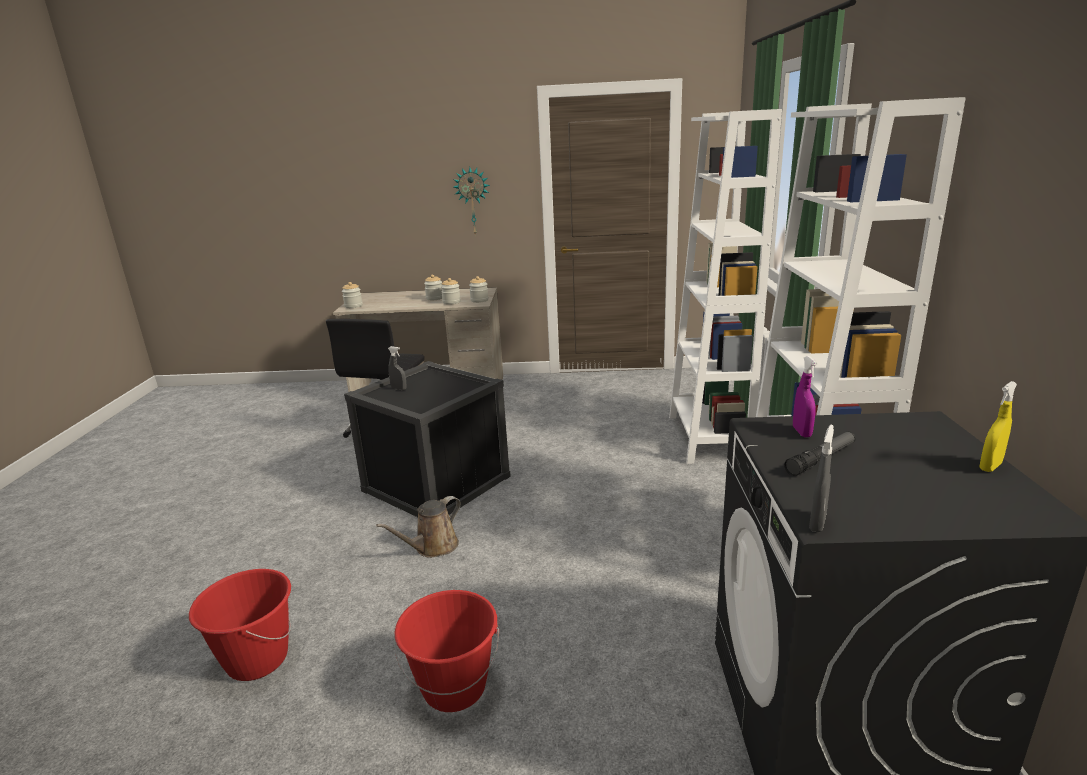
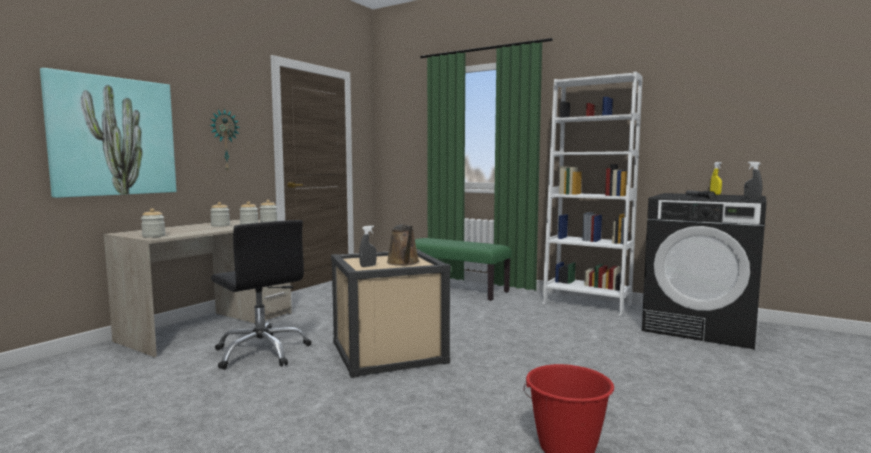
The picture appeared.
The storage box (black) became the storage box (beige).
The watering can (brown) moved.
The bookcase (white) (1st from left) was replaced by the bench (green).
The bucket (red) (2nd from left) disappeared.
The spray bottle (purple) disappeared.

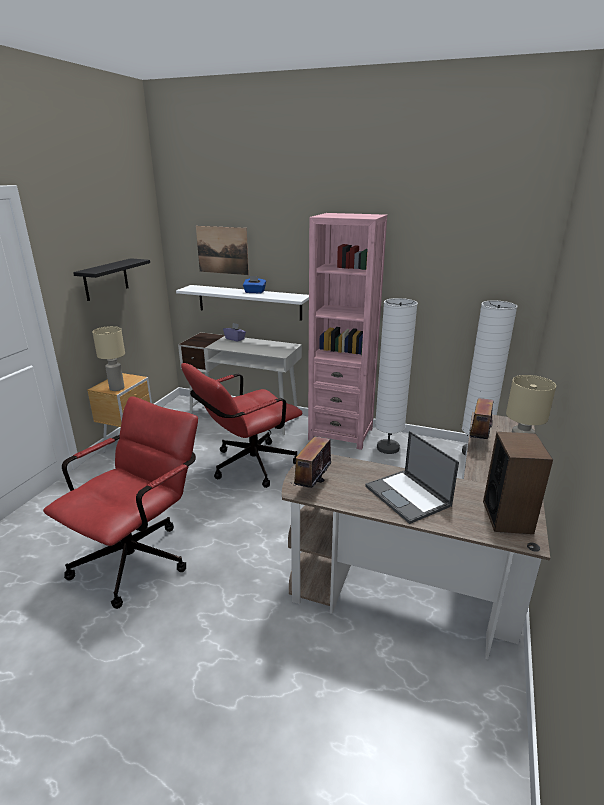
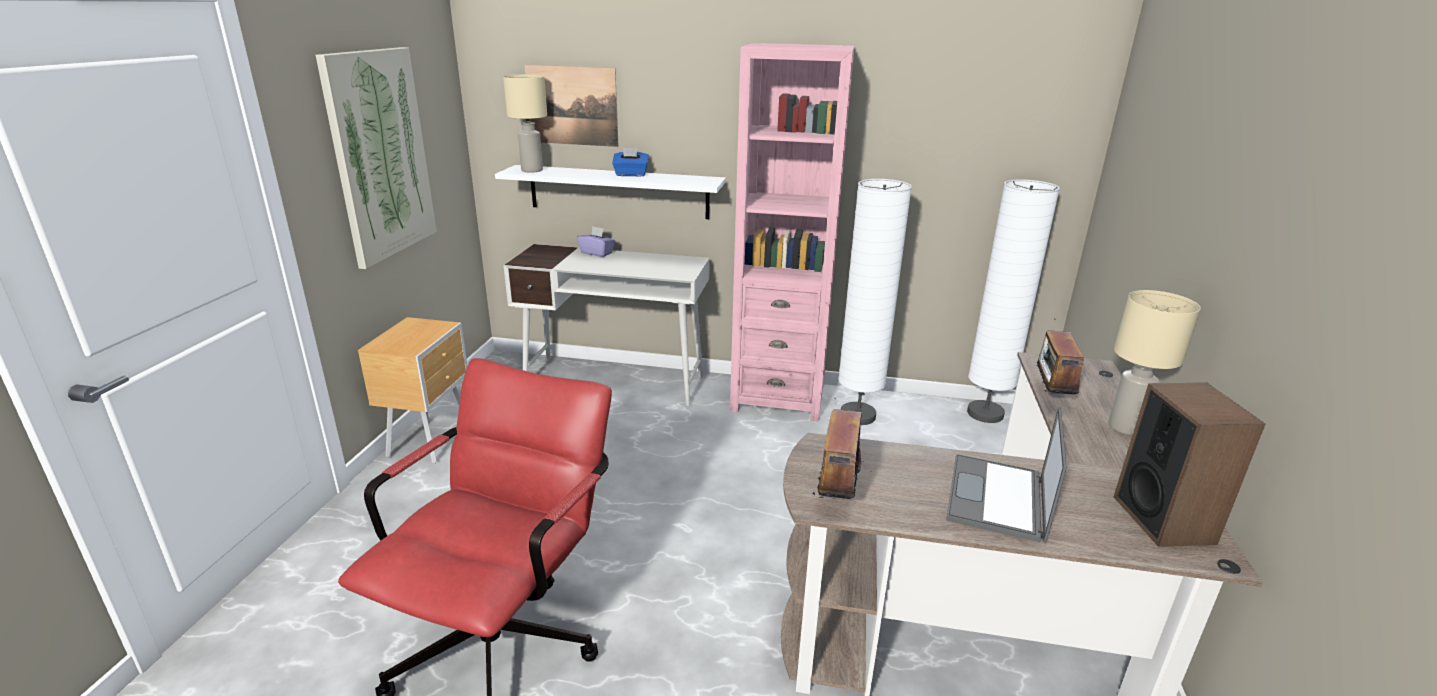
The shelf (black) was replaced by the picture (1st from left).
The table lamp (beige) (1st from left) moved.
The laptop turned 60 degrees clockwise.
The office chair (red) (2nd from left) disappeared.

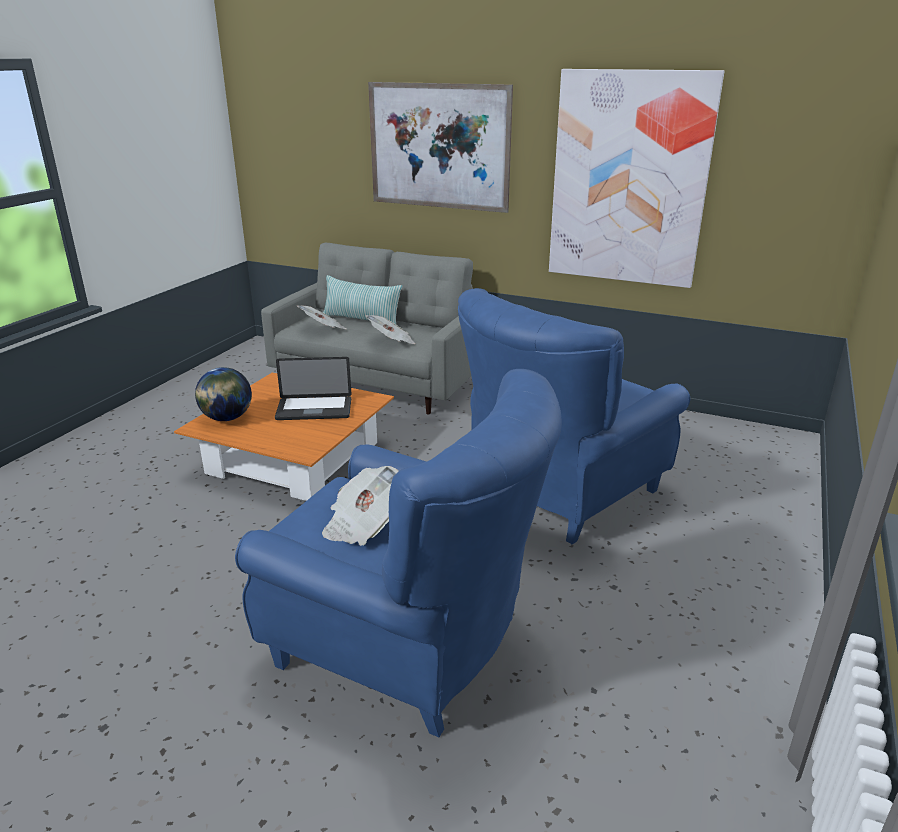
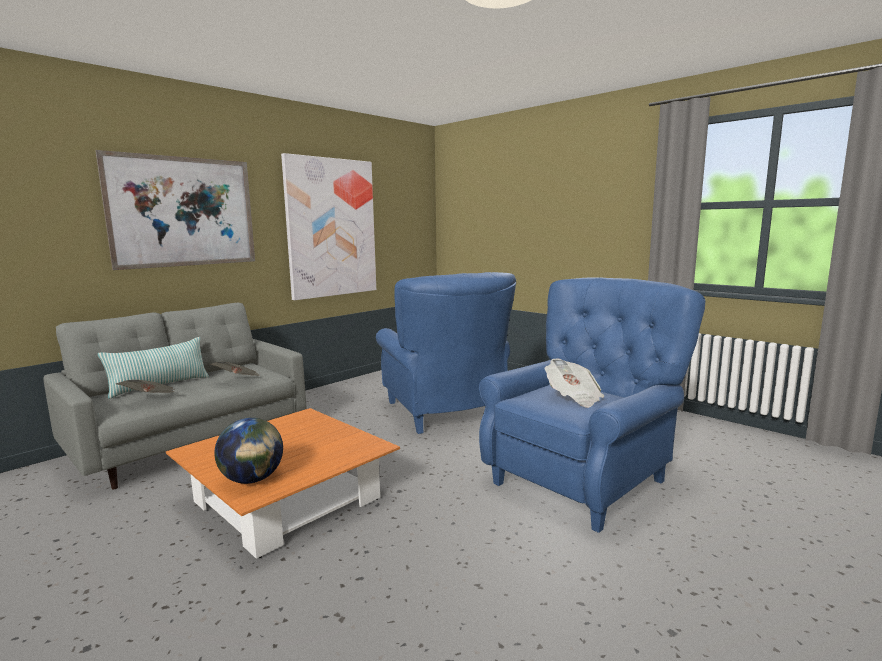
The laptop disappeared.

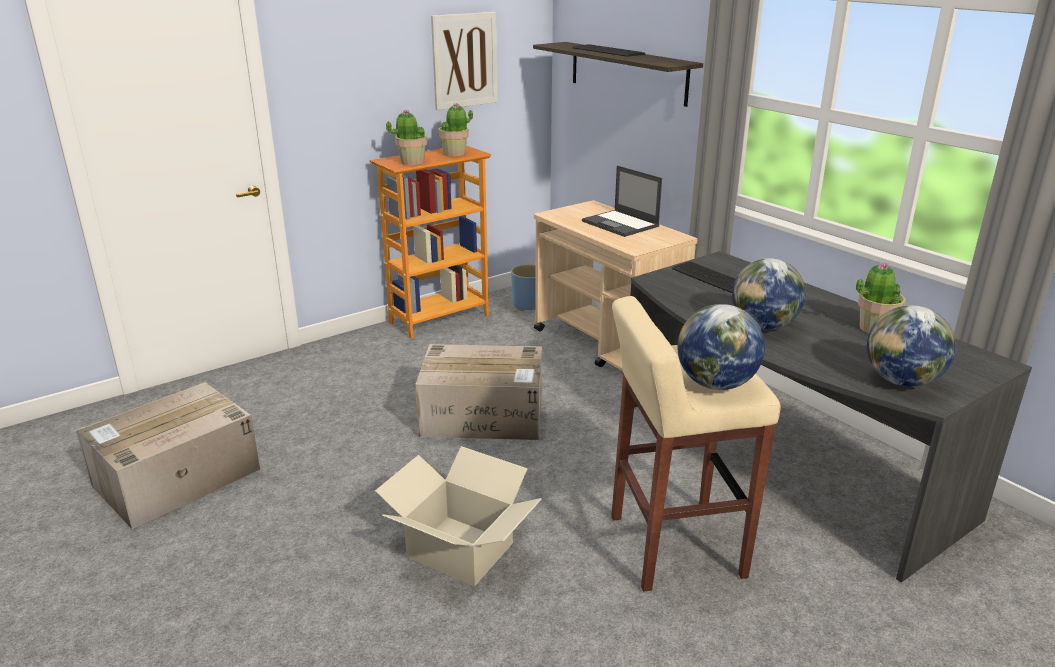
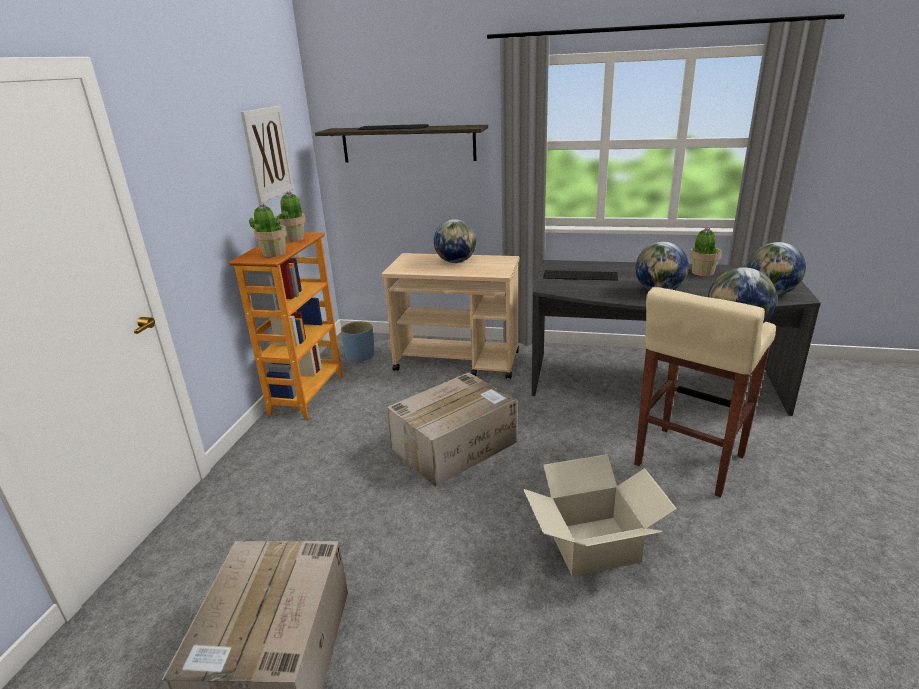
The laptop was replaced by the globe (1st from left).

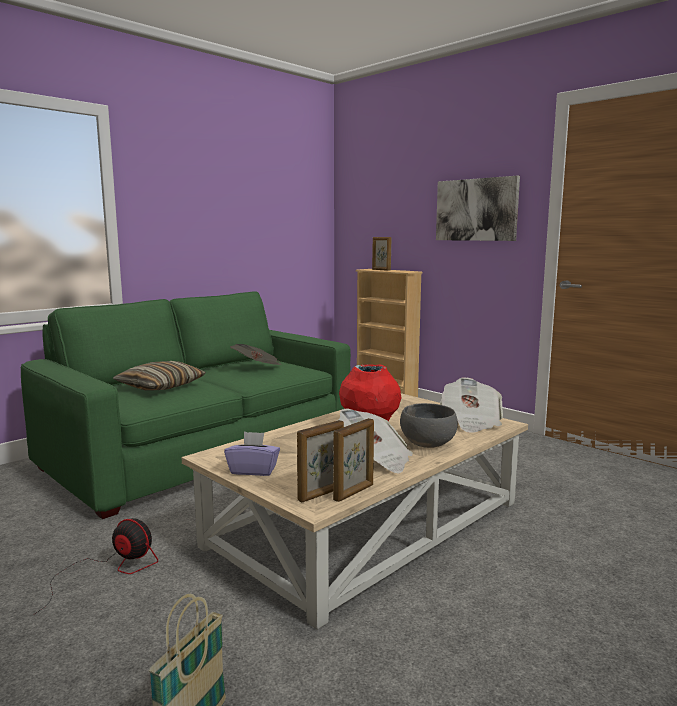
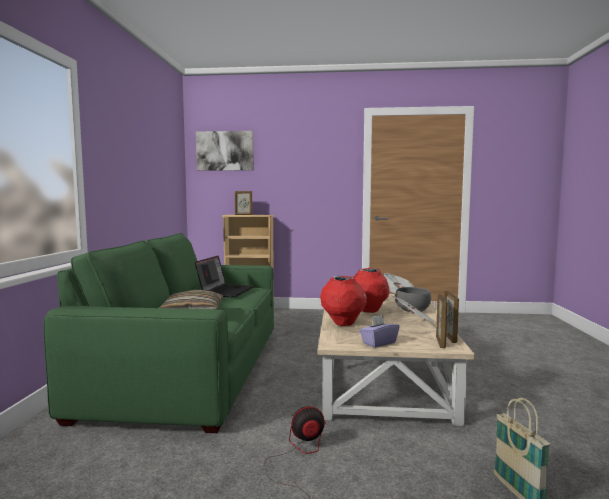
The newspaper (1st from left) was replaced by the laptop.
The picture moved.
The vase (red) (1st from left) appeared.

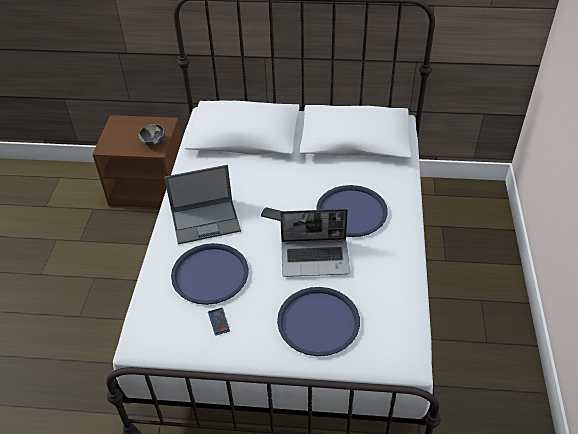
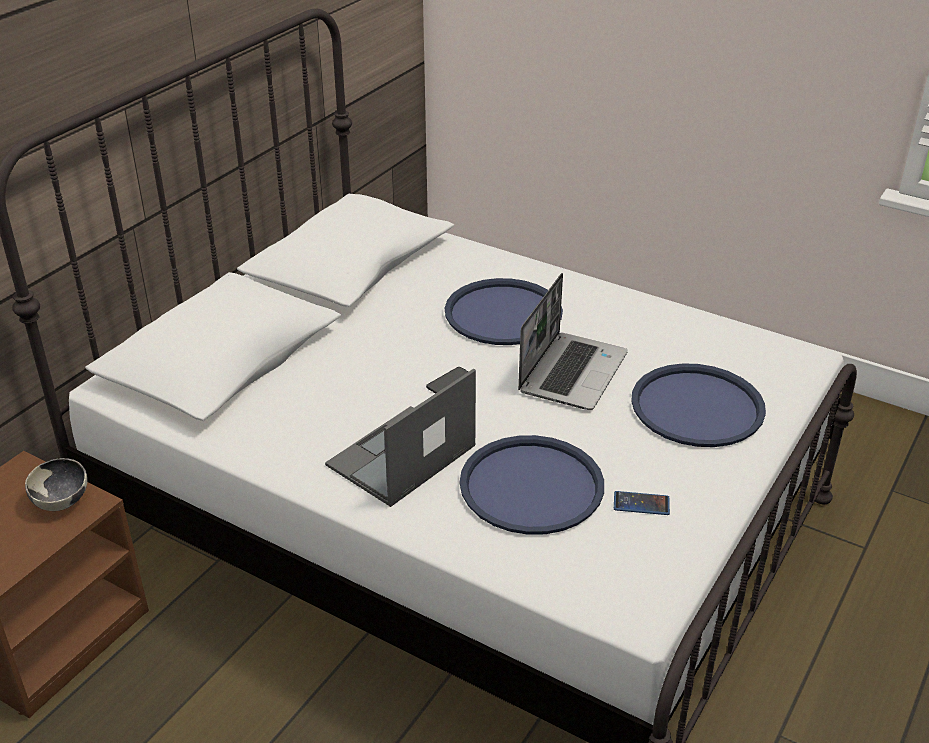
The laptop (1st from left) turned 150 degrees counterclockwise.

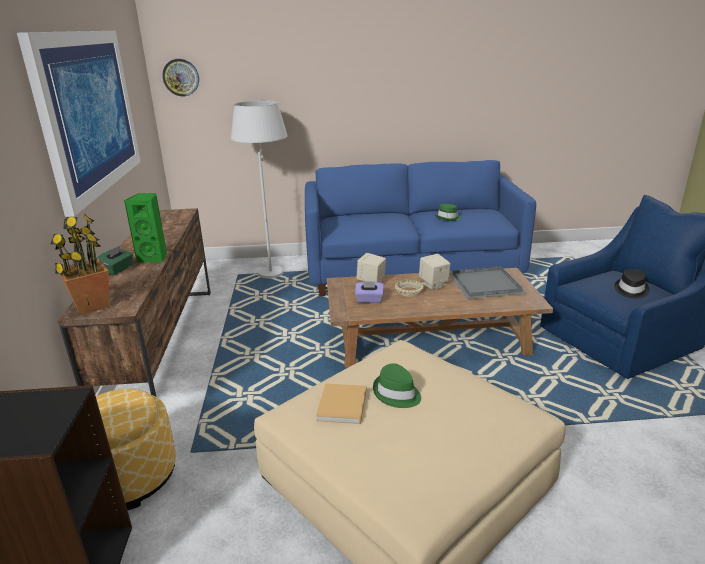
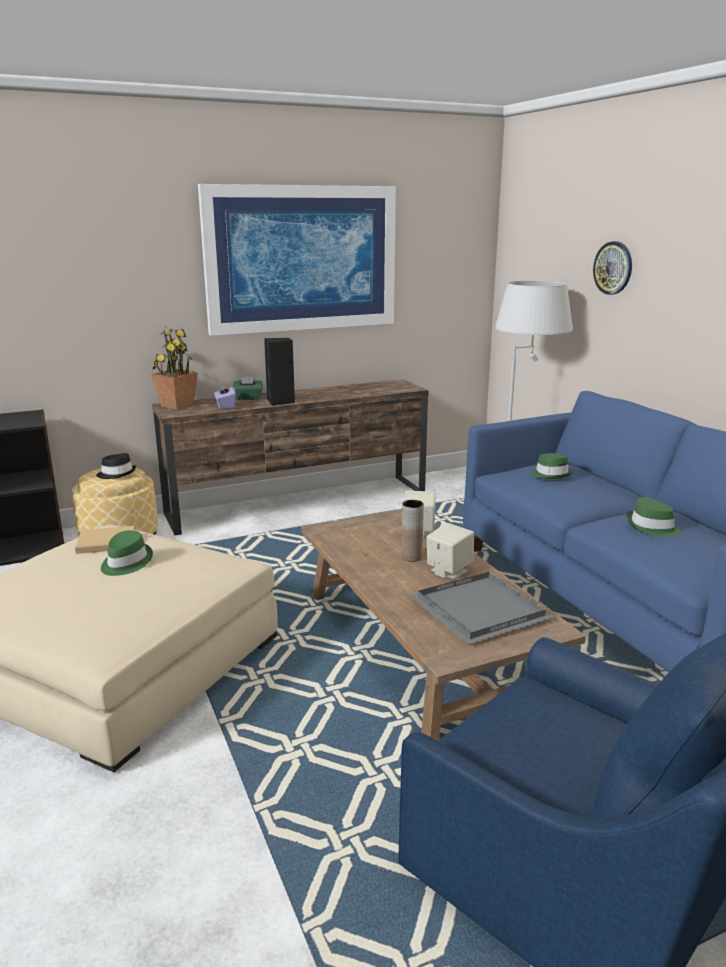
The hat (black) moved.
The tissue box (purple) moved.
The speaker (green) became the speaker (black).
The bowl (beige) was replaced by the vase (brown).
The hat (green) (2nd from left) appeared.
The wall clock moved.

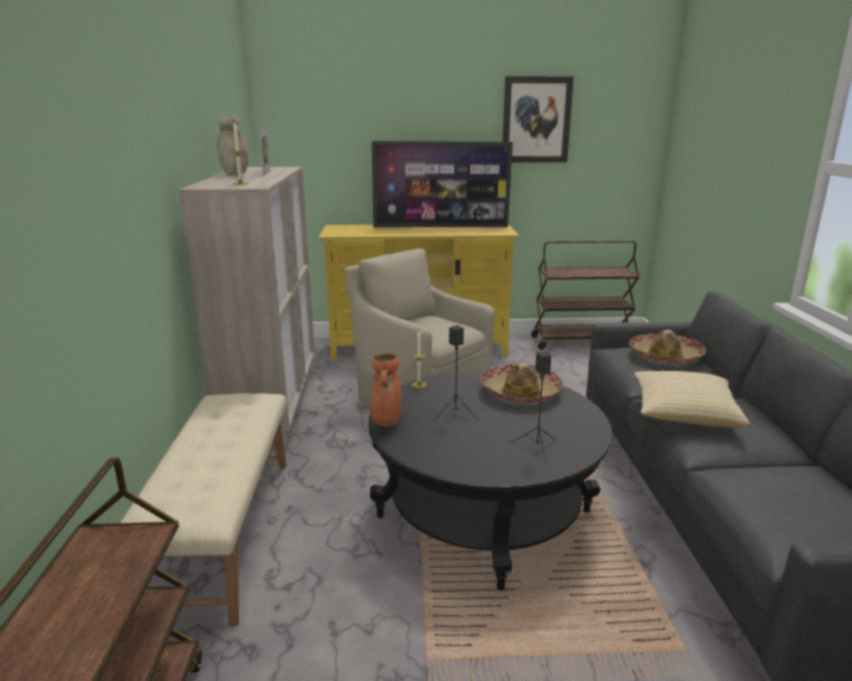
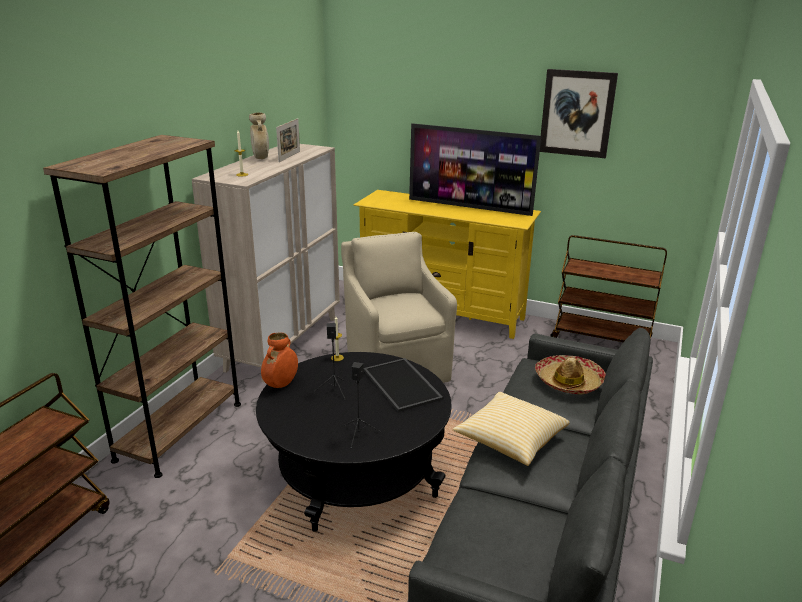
The bench (beige) was replaced by the bookcase (brown).
The hat (1st from left) was replaced by the tray.

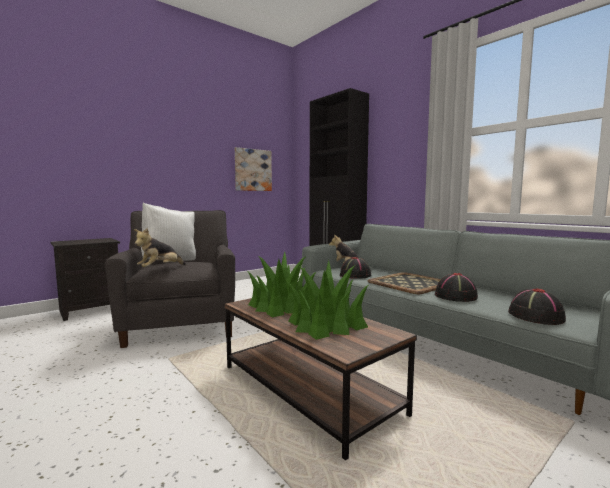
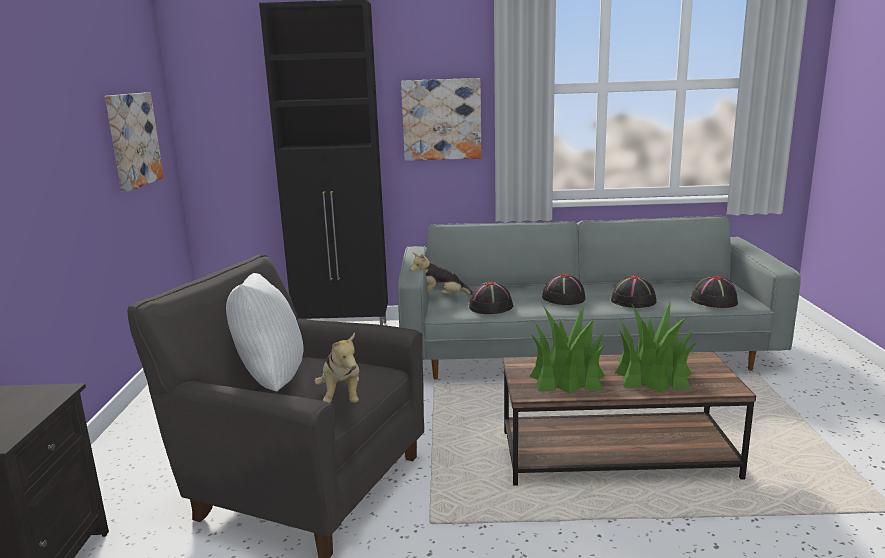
The picture (2nd from left) appeared.
The tray was replaced by the hat (black) (2nd from left).

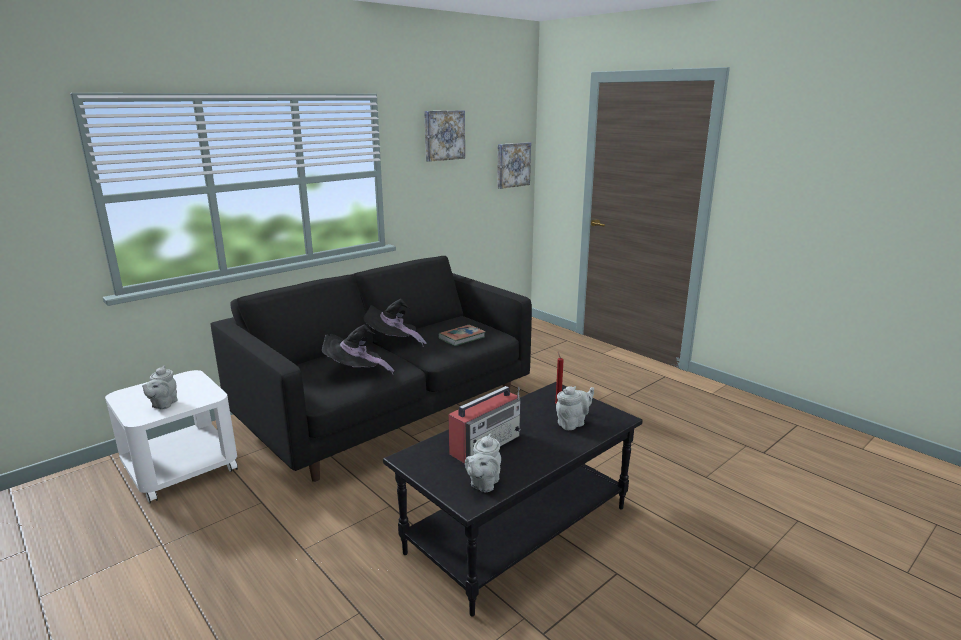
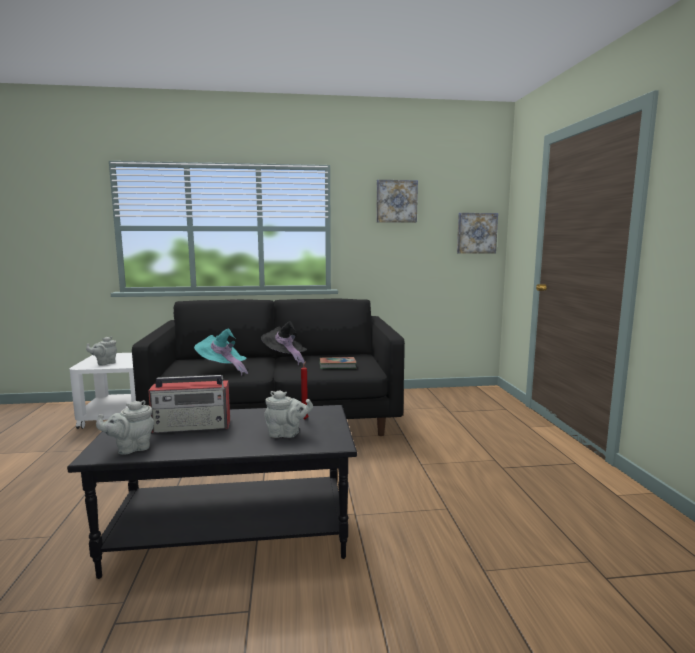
The hat (black) (1st from left) became the hat (turquoise).

